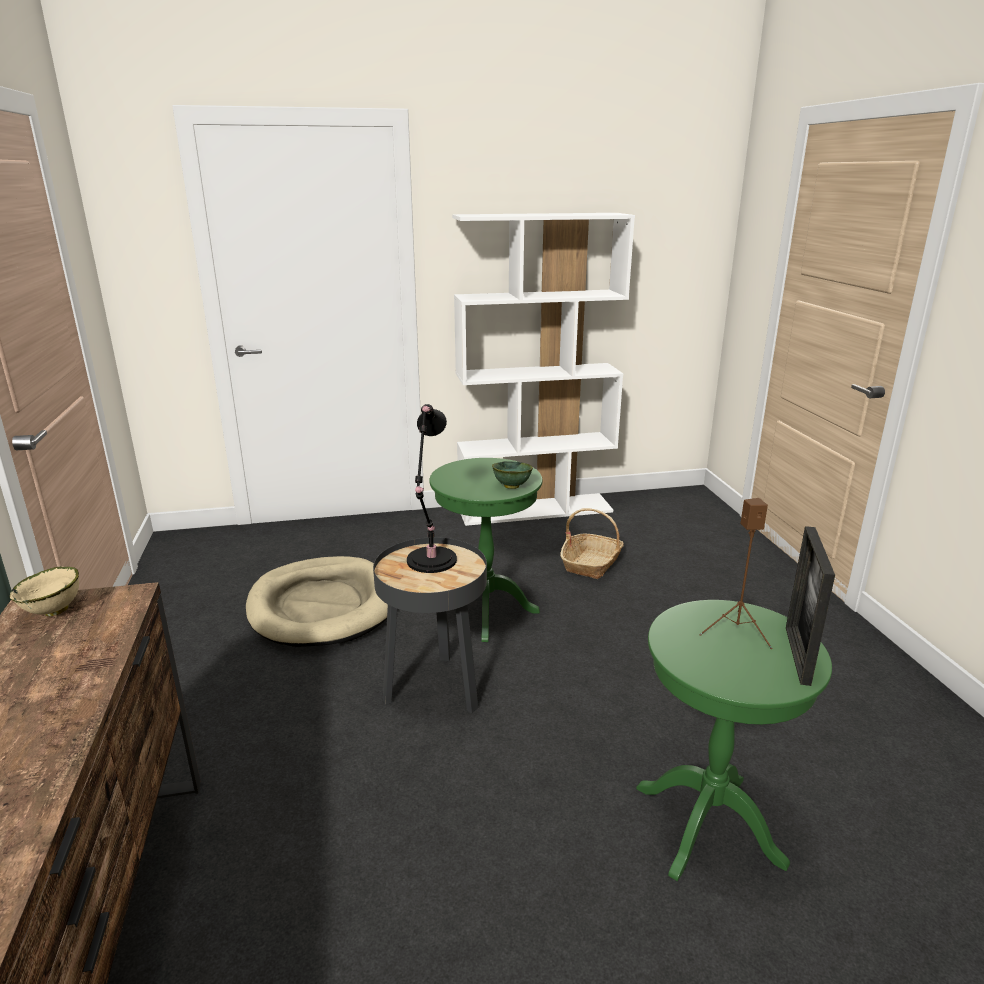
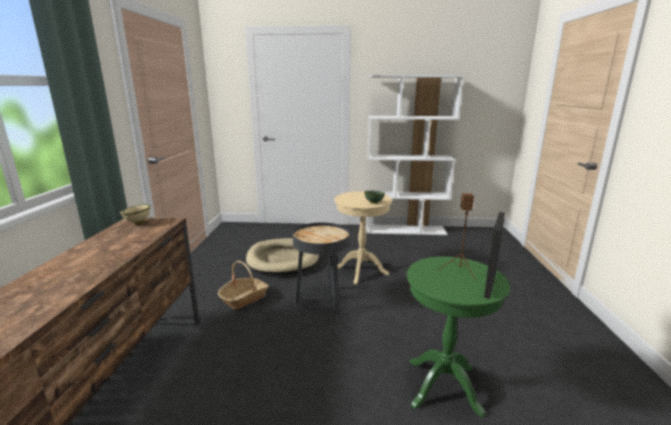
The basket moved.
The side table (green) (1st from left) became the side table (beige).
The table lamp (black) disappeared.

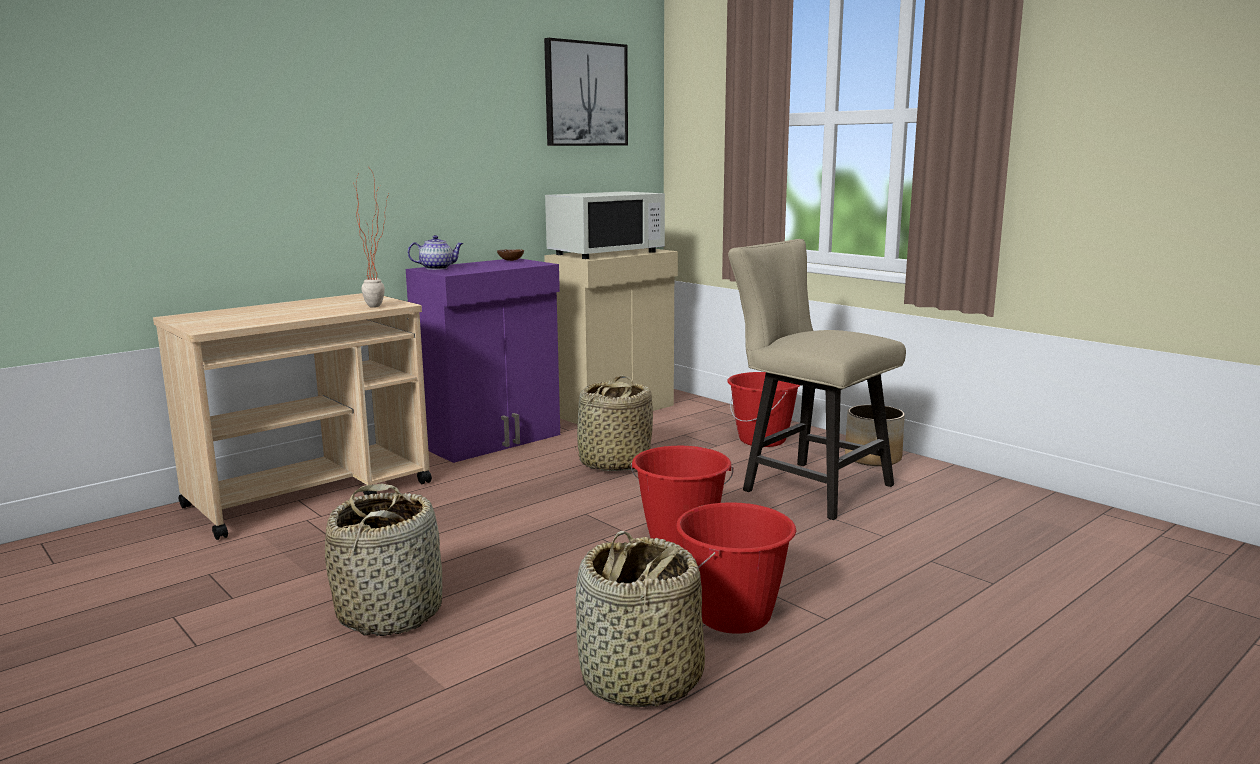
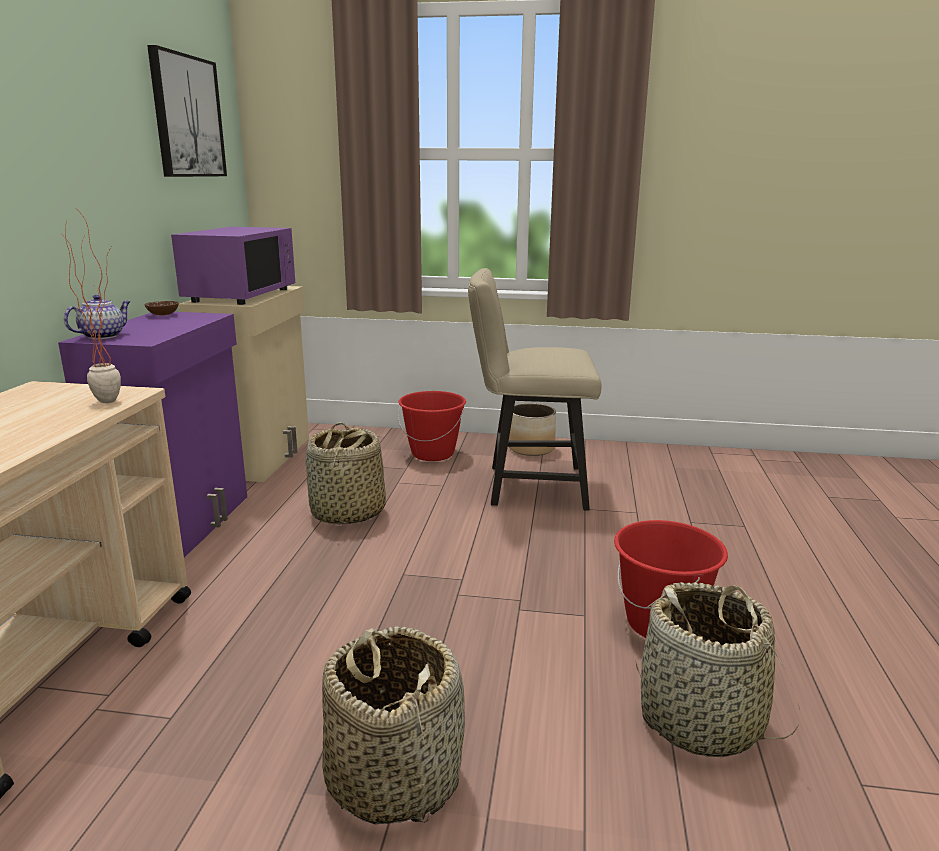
The microwave (white) became the microwave (purple).
The bucket (red) (1st from left) disappeared.

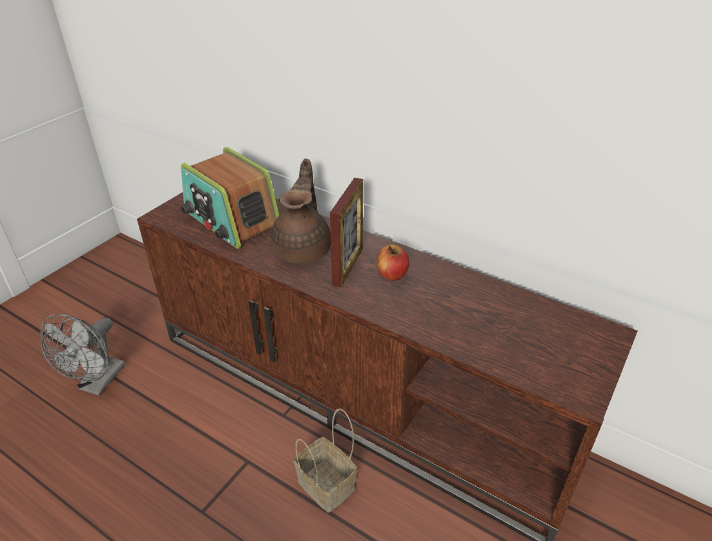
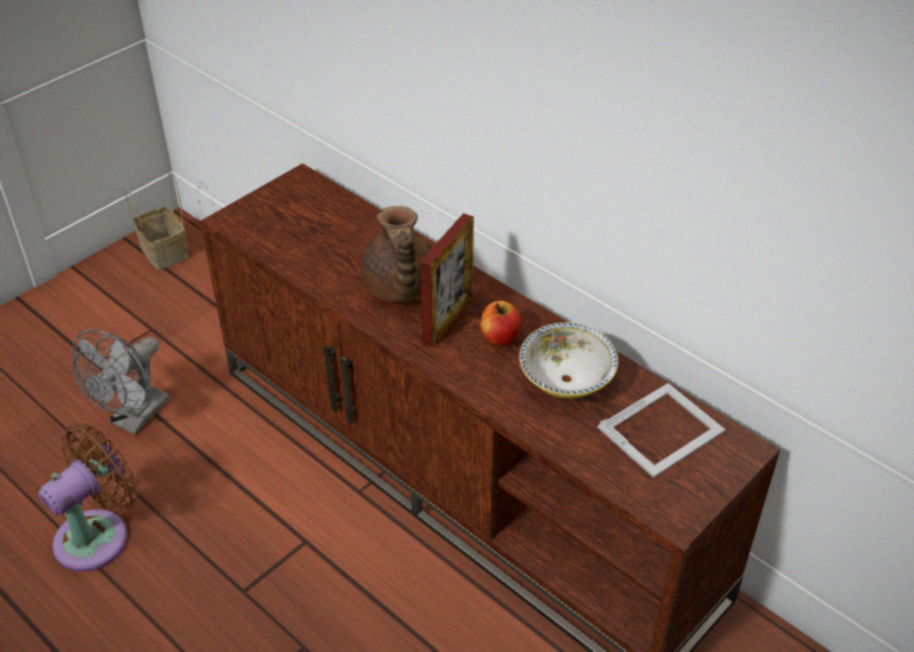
The fan (brown) appeared.
The basket moved.
The teapot (brown) turned 150 degrees clockwise.
The bowl appeared.
The picture frame (2nd from left) appeared.
The radio disappeared.

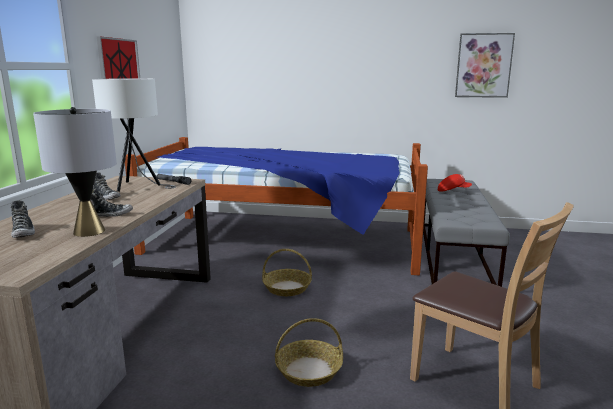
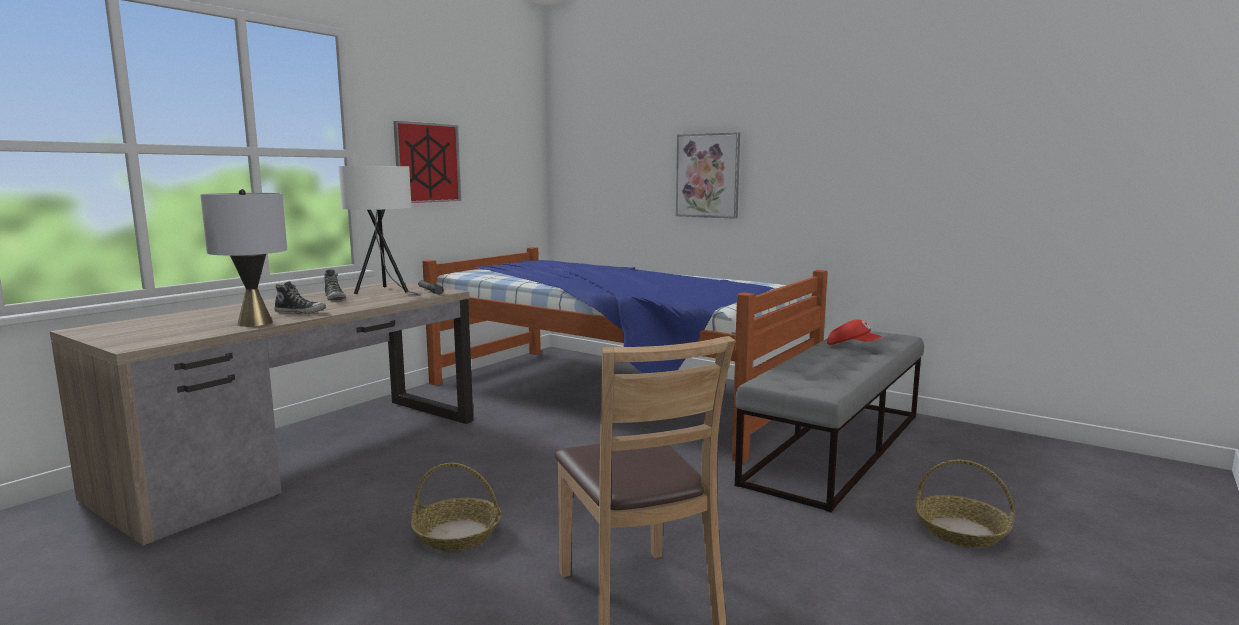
The picture (2nd from left) moved.
The basket (1st from left in the first image) moved.
The shoe (1st from left) disappeared.

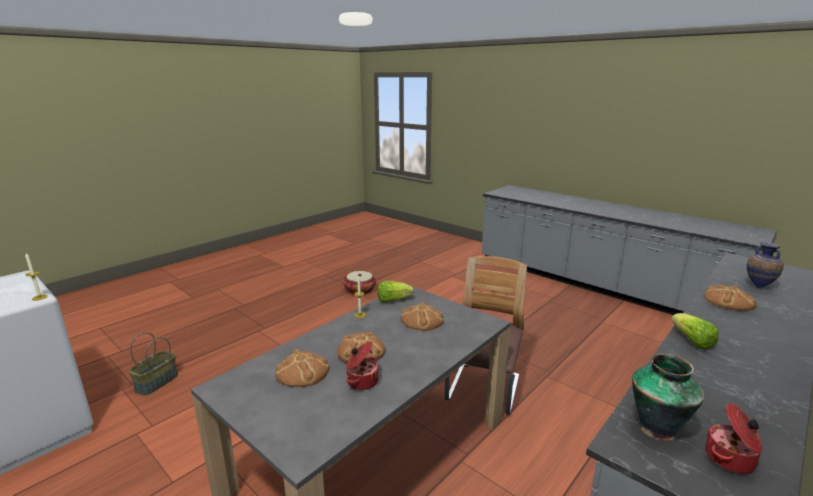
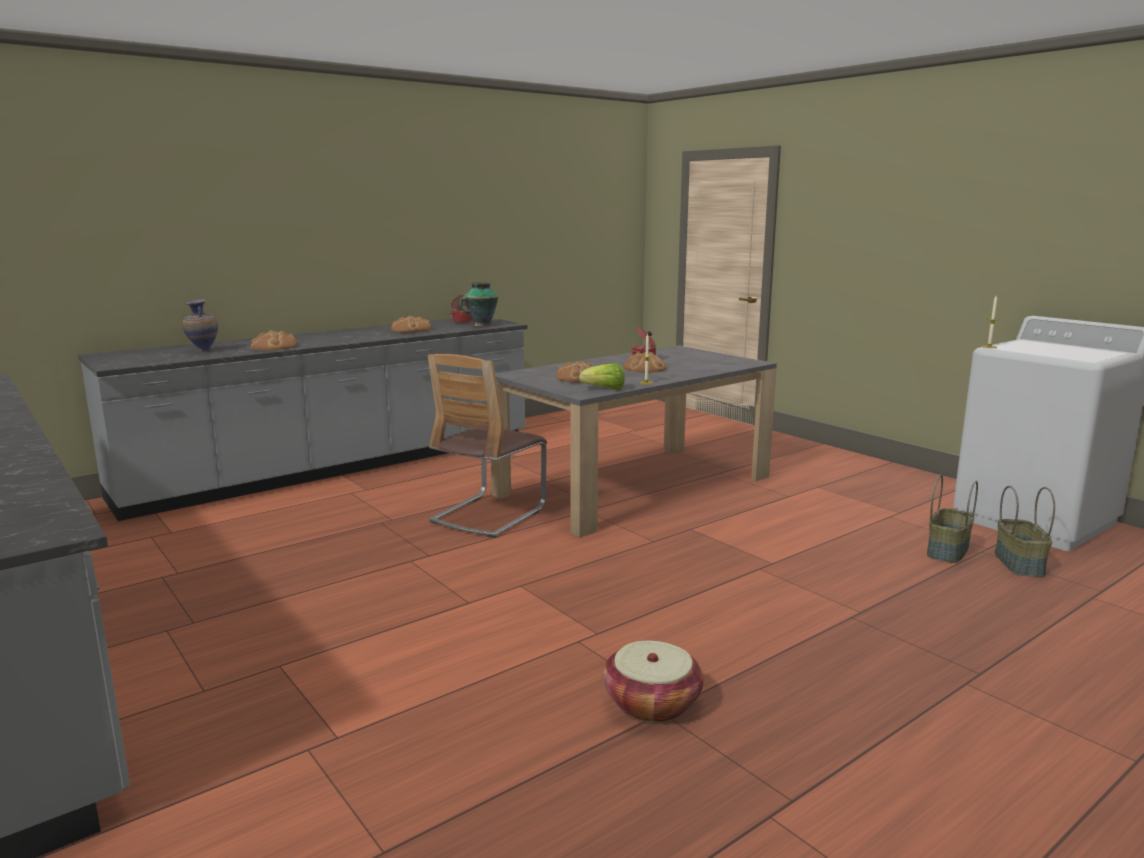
The bread (1st from left in the first image) moved.
The basket (3rd from left) appeared.
The lettuce (2nd from left) disappeared.

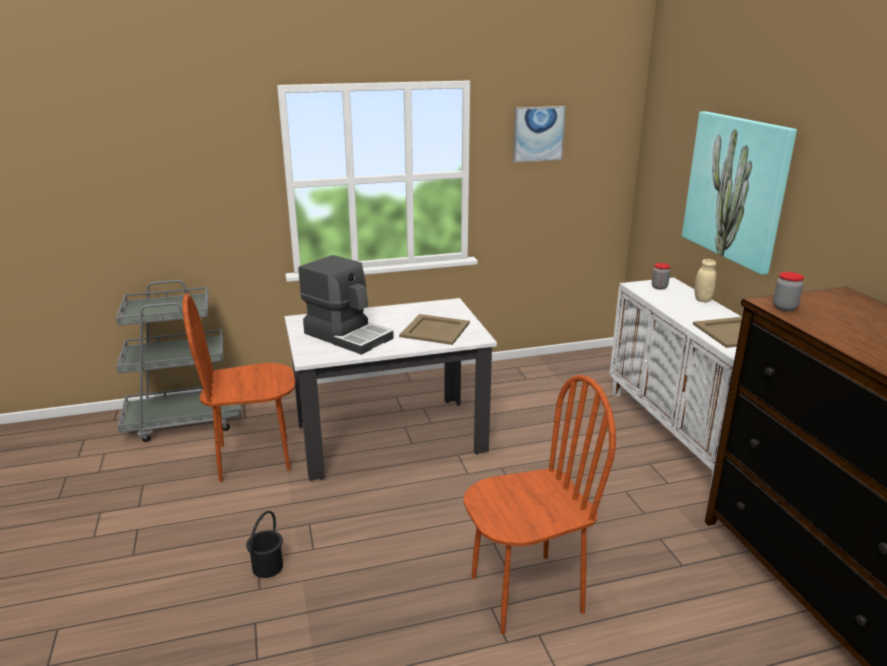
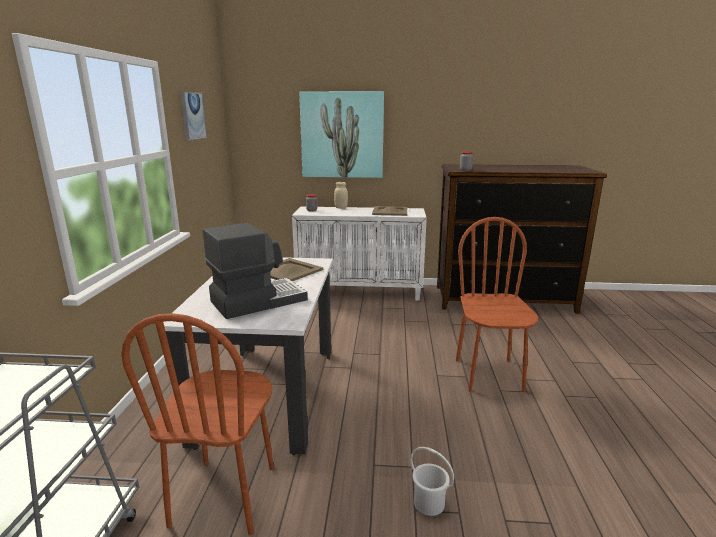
The bucket (black) became the bucket (white).

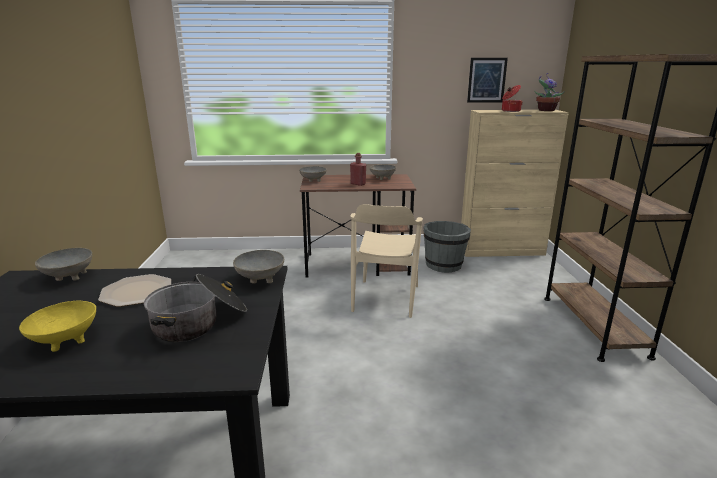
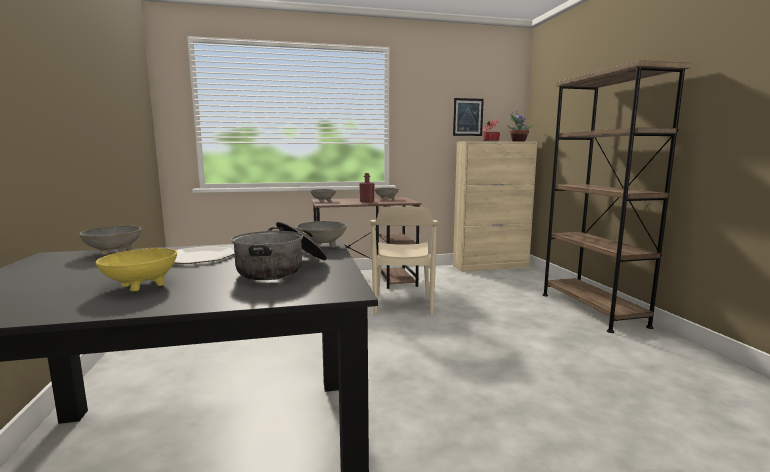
The bucket (grey) disappeared.

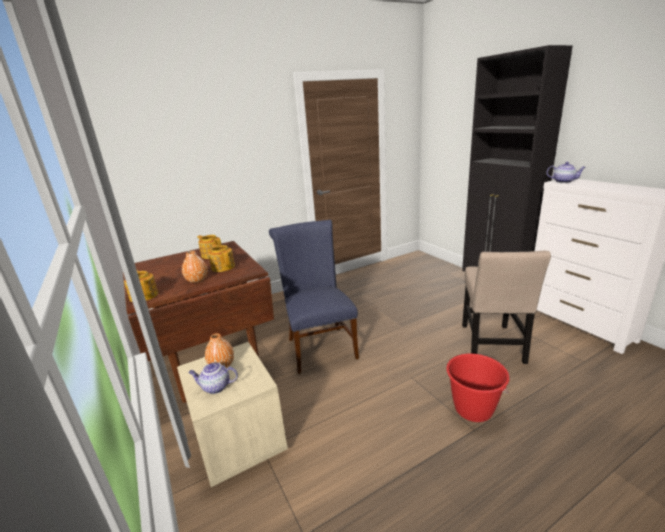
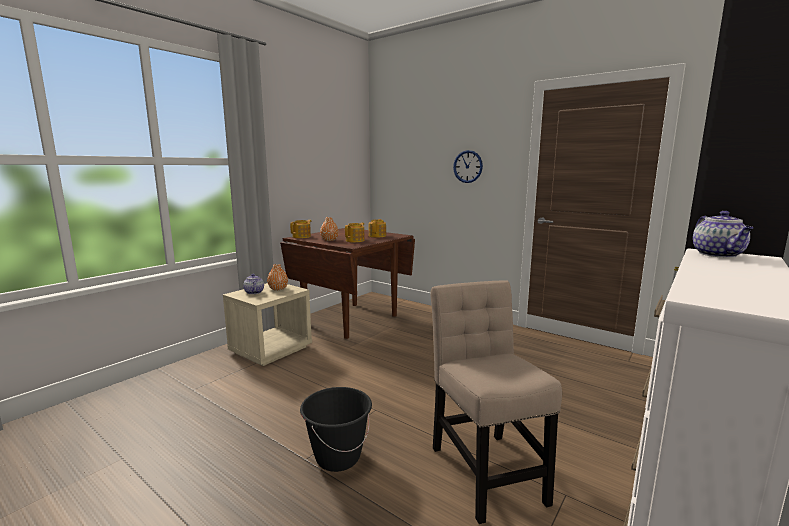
The bucket (red) became the bucket (black).
The chair (beige) turned 90 degrees clockwise.
The wall clock appeared.
The chair (blue) disappeared.

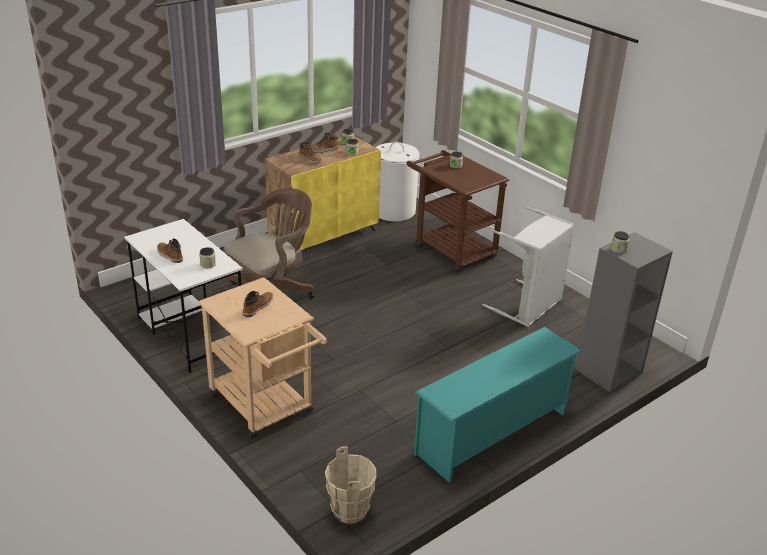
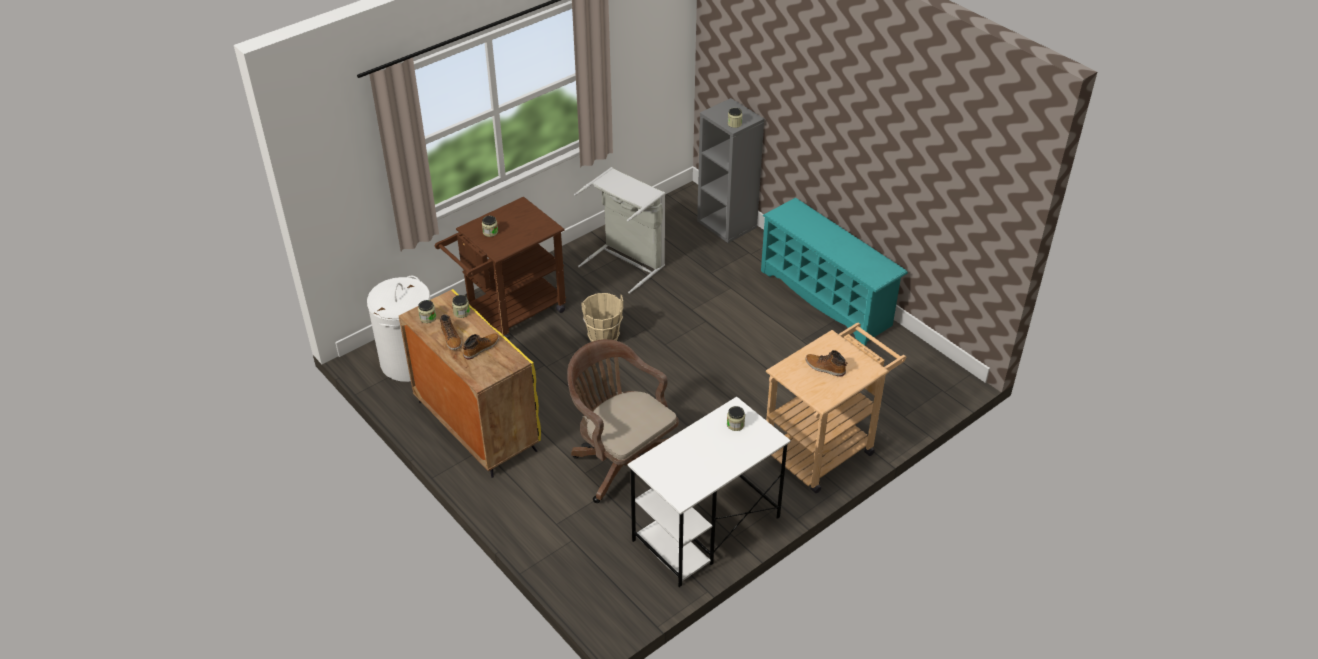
The bucket (beige) moved.
The boot (1st from left) disappeared.

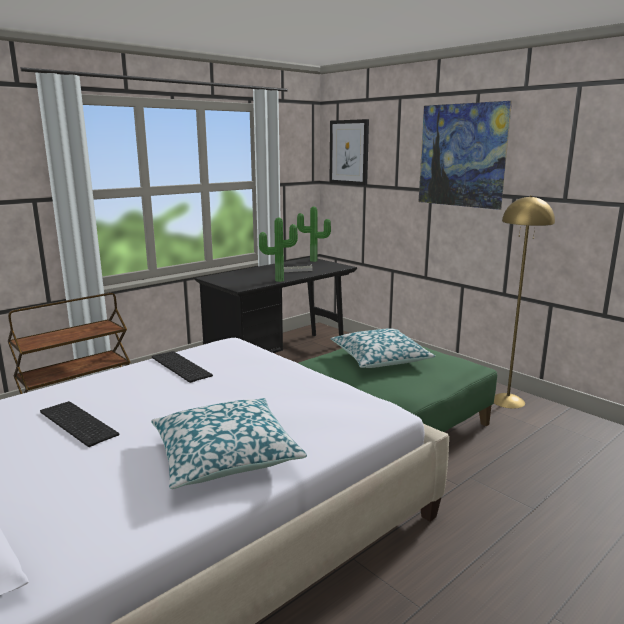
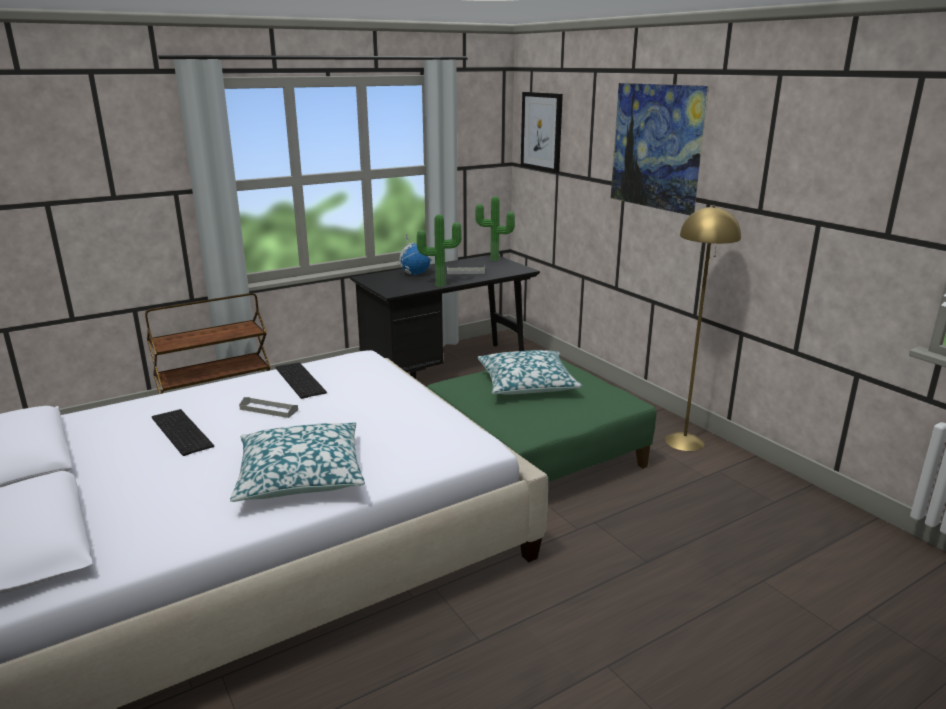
The tray (grey) (1st from left) appeared.
The globe appeared.

